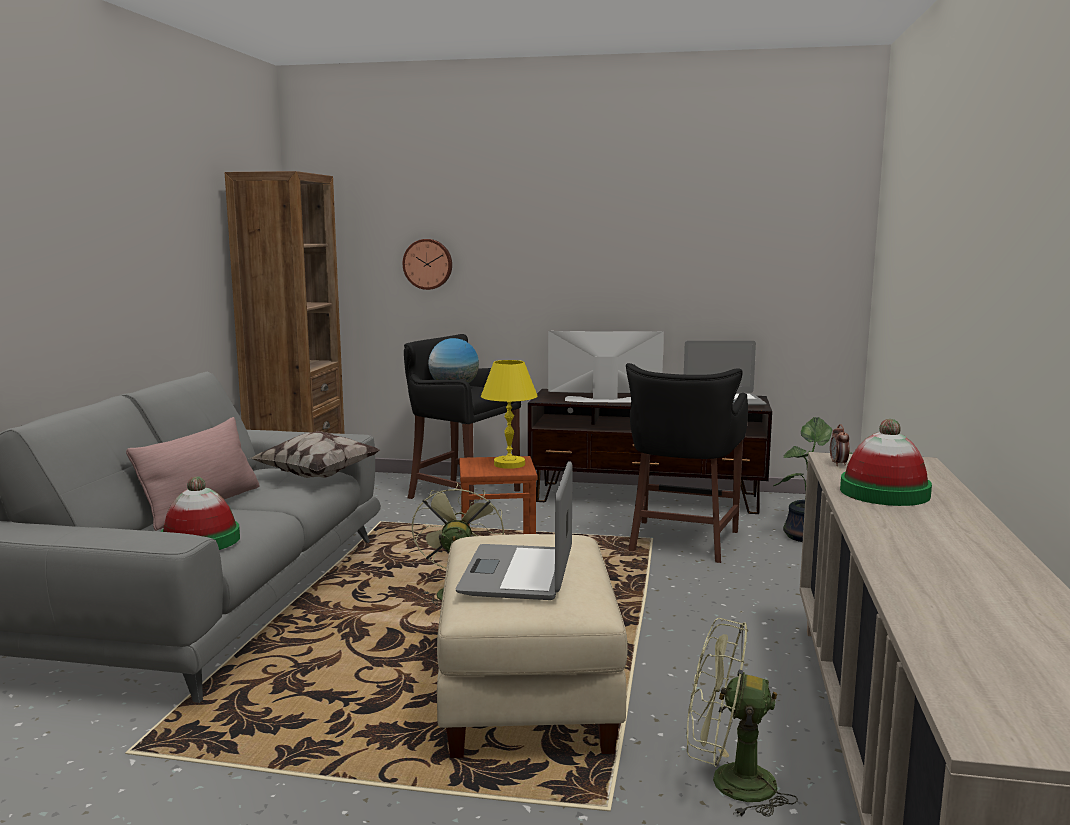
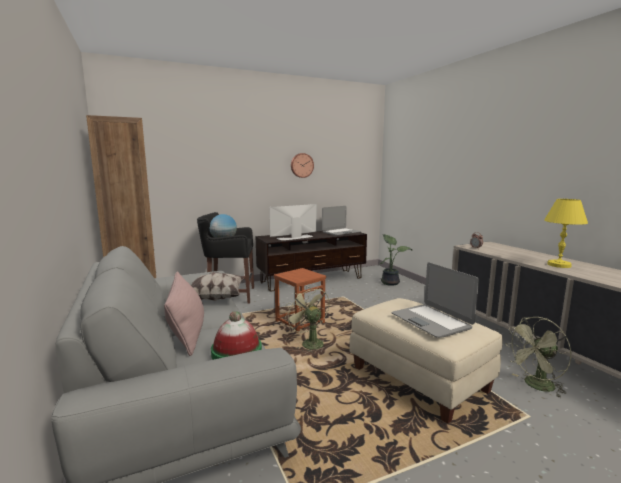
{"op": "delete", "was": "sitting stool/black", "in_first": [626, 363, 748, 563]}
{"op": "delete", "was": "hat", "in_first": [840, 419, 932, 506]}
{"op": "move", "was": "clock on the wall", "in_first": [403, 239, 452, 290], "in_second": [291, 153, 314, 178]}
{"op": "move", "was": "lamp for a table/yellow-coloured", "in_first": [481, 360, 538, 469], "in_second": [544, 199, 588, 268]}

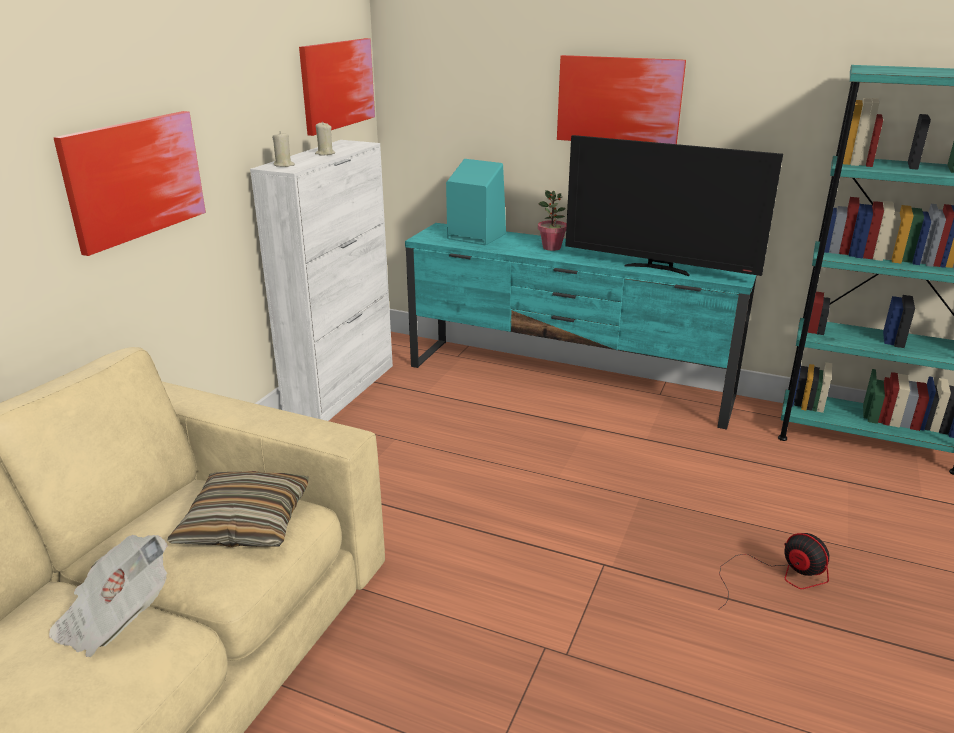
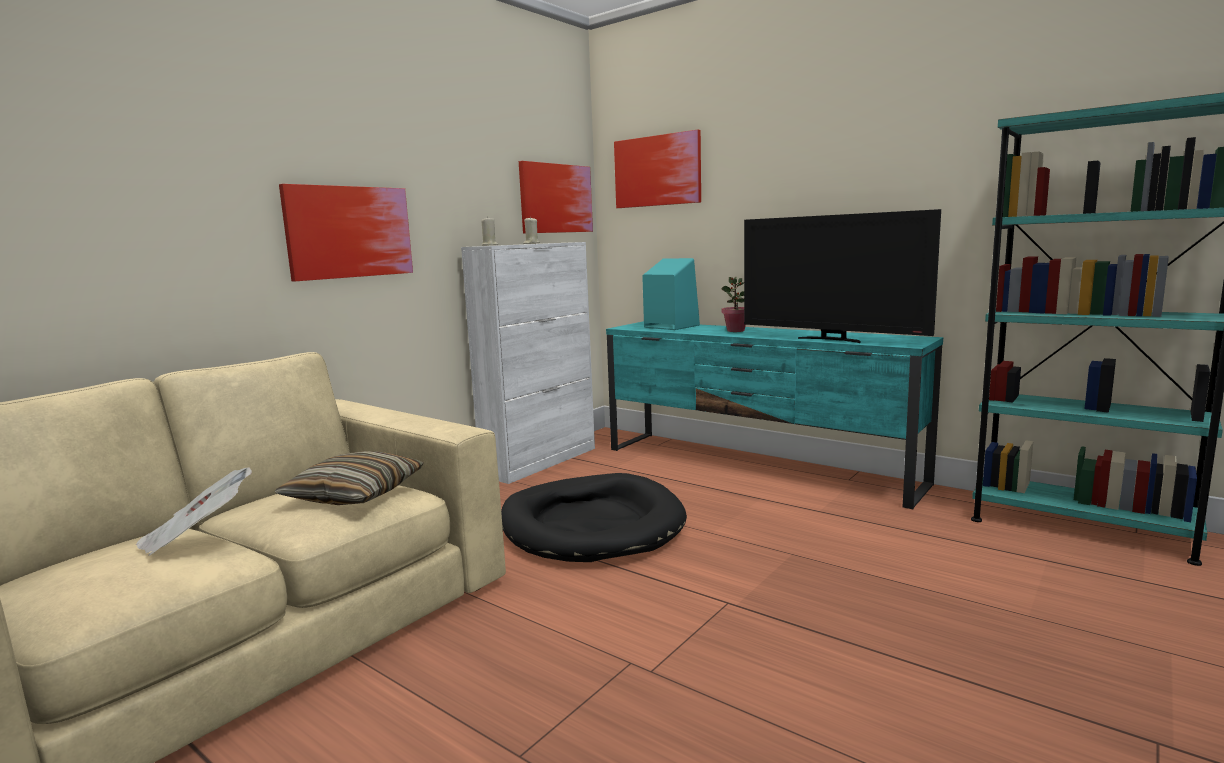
{"op": "delete", "was": "fan", "in_first": [718, 533, 829, 610]}
{"op": "insert", "now": "pet bed/black", "in_second": [501, 473, 687, 562]}
{"op": "move", "was": "picture", "in_first": [557, 55, 686, 144], "in_second": [614, 129, 701, 208]}

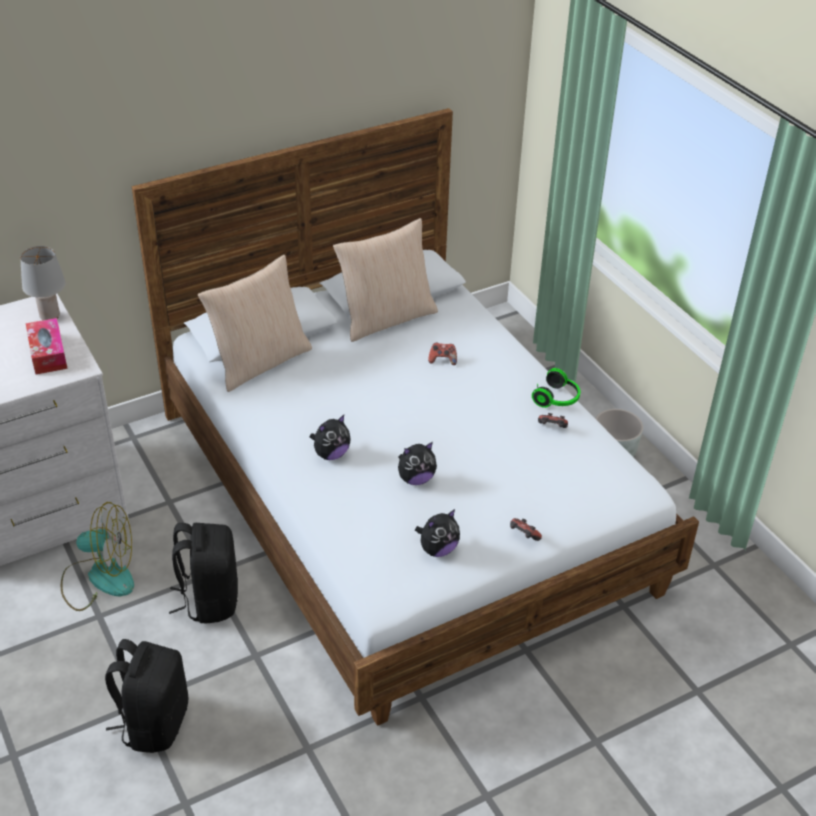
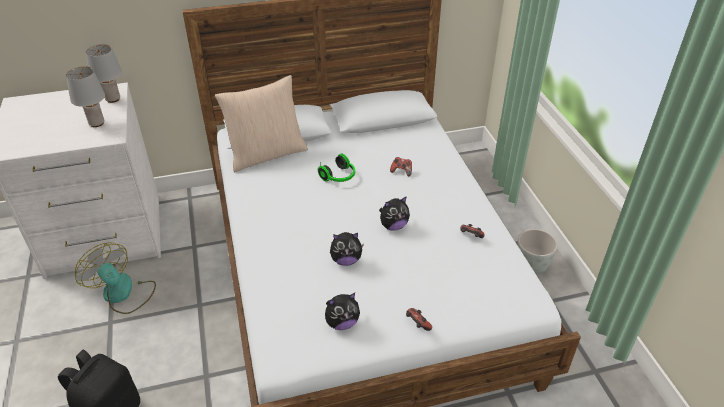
{"op": "delete", "was": "backpack/black", "in_first": [169, 523, 238, 623]}
{"op": "delete", "was": "cushion/sand-coloured", "in_first": [333, 218, 438, 342]}
{"op": "move", "was": "plush toy", "in_first": [310, 415, 351, 460], "in_second": [379, 196, 410, 231]}
{"op": "move", "was": "headphones", "in_first": [532, 368, 580, 408], "in_second": [318, 154, 355, 182]}
{"op": "replace", "was": "tissue holder", "now": "lamp for a table/greyish", "in_first": [26, 318, 68, 375], "in_second": [66, 66, 105, 127]}
{"op": "rotate", "was": "fan", "in_first": [61, 502, 134, 611], "in_second": [75, 242, 156, 314], "clockwise": -150}

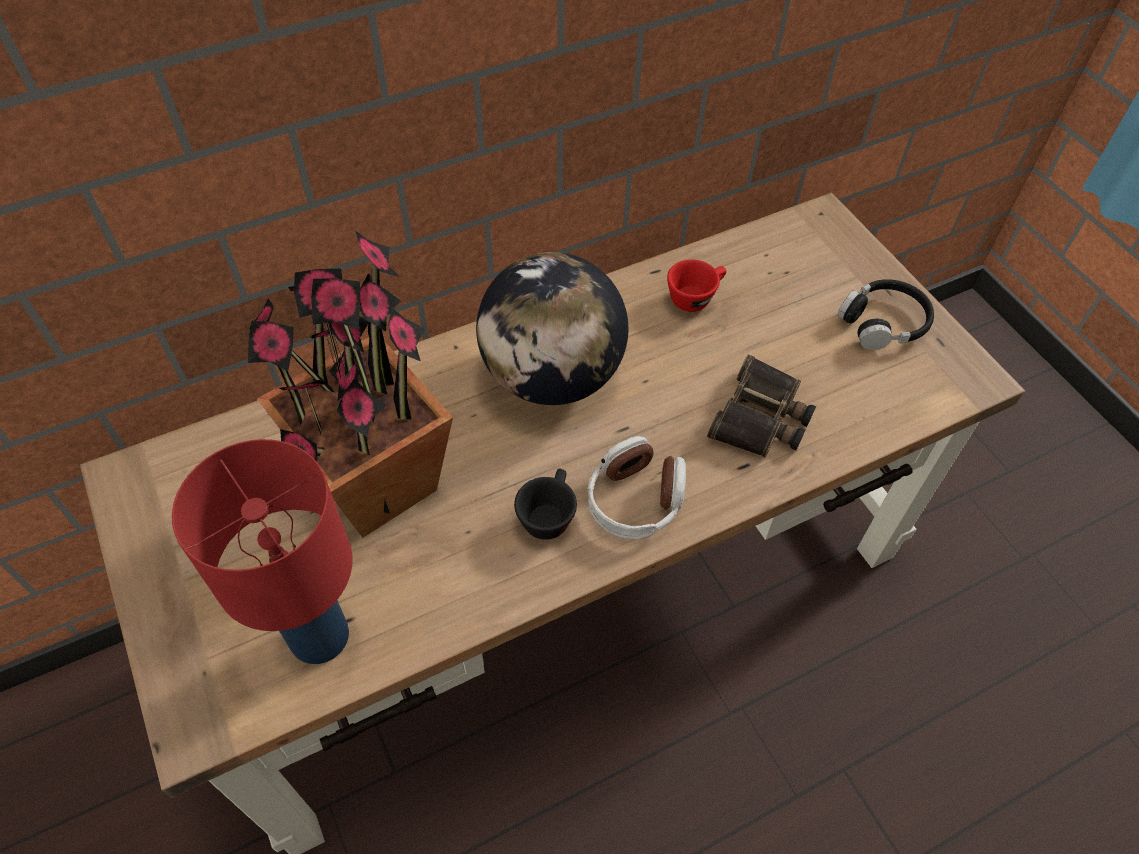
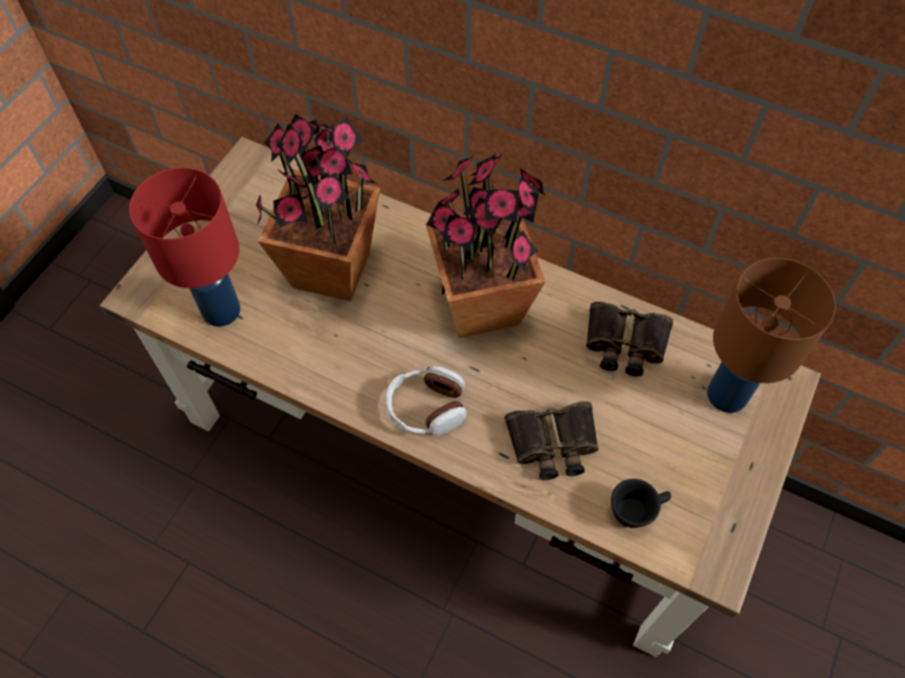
{"op": "delete", "was": "headphones/black", "in_first": [838, 279, 934, 350]}
{"op": "insert", "now": "lamp for a table/brown-coloured", "in_second": [707, 258, 836, 413]}
{"op": "move", "was": "drinking cup/black", "in_first": [514, 469, 577, 540], "in_second": [611, 479, 671, 528]}
{"op": "replace", "was": "world globe", "now": "potted plant", "in_first": [476, 252, 628, 405], "in_second": [425, 154, 546, 338]}
{"op": "replace", "was": "drinking cup/red", "now": "pair of binoculars", "in_first": [667, 259, 727, 312], "in_second": [586, 301, 673, 377]}

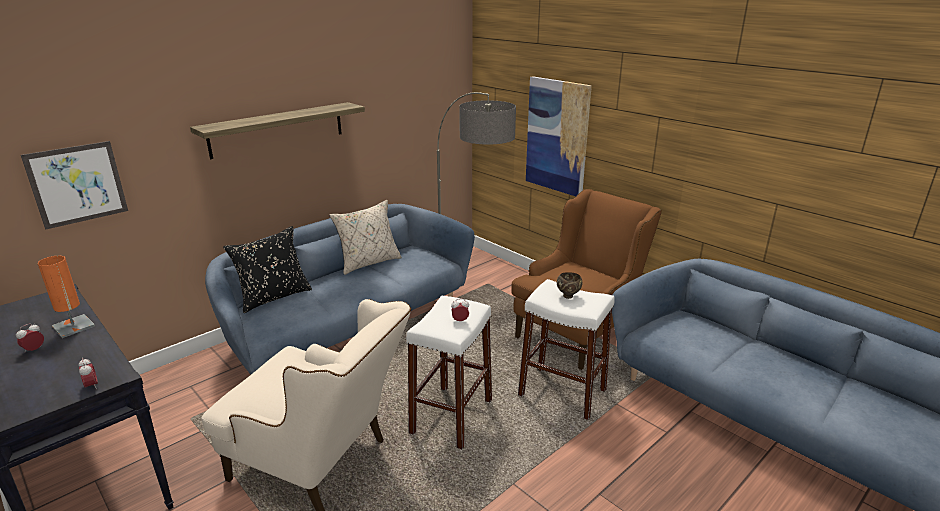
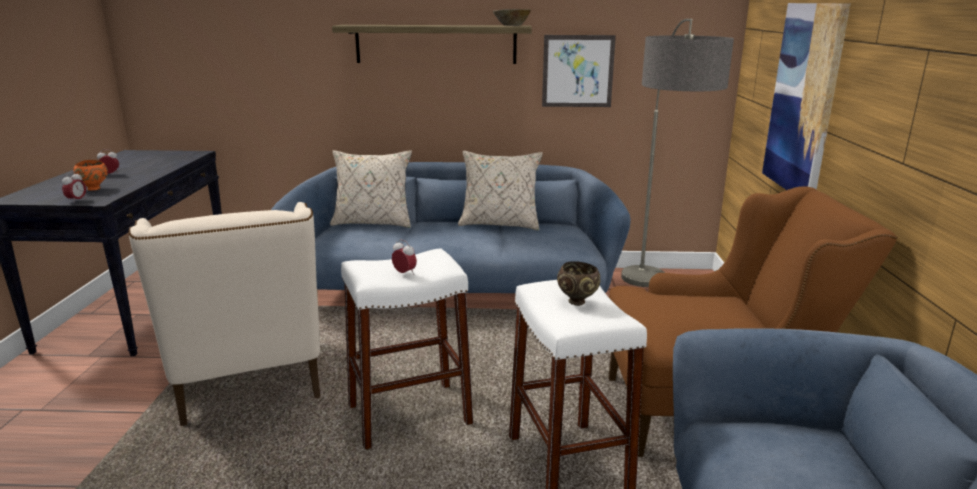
{"op": "delete", "was": "lamp for a table/orange-coloured", "in_first": [38, 256, 95, 338]}
{"op": "insert", "now": "serving bowl/orange-coloured", "in_second": [73, 160, 108, 191]}
{"op": "insert", "now": "serving bowl/sand-coloured", "in_second": [493, 9, 531, 26]}
{"op": "move", "was": "picture", "in_first": [21, 141, 128, 229], "in_second": [542, 35, 616, 107]}
{"op": "recolor", "was": "cushion/black", "now": "cushion/sand-coloured", "in_first": [223, 226, 312, 313], "in_second": [330, 150, 412, 228]}

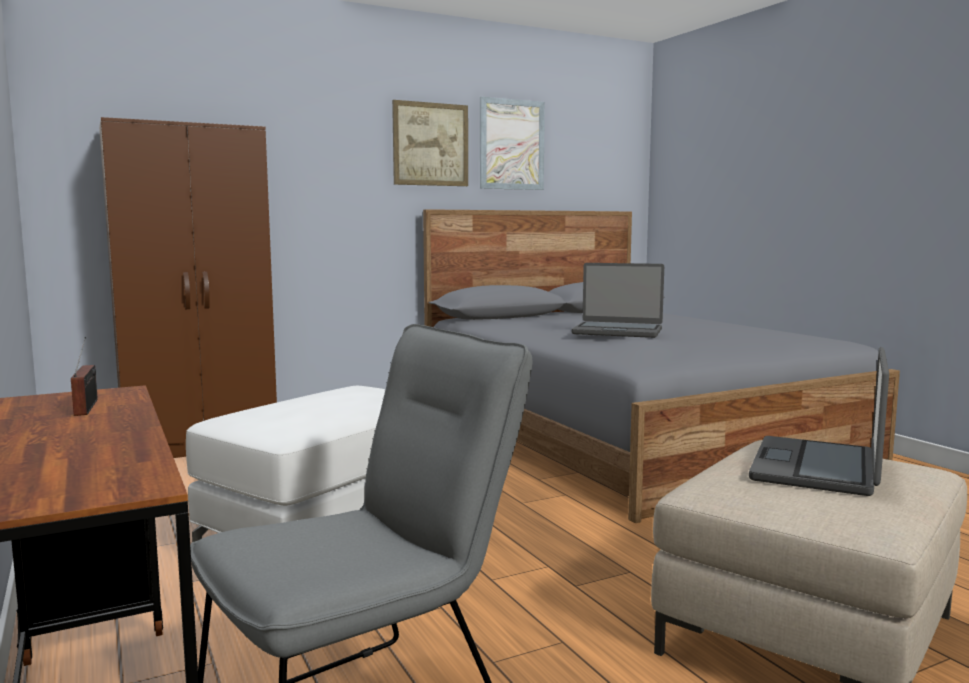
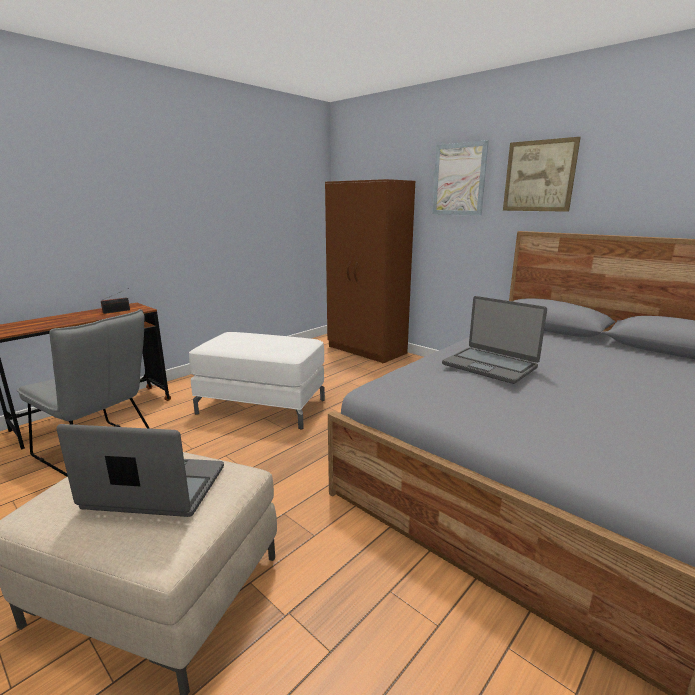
{"op": "move", "was": "picture", "in_first": [480, 97, 545, 190], "in_second": [432, 140, 489, 215]}
{"op": "rotate", "was": "notebook computer", "in_first": [571, 263, 664, 338], "in_second": [442, 296, 547, 384], "clockwise": -45}

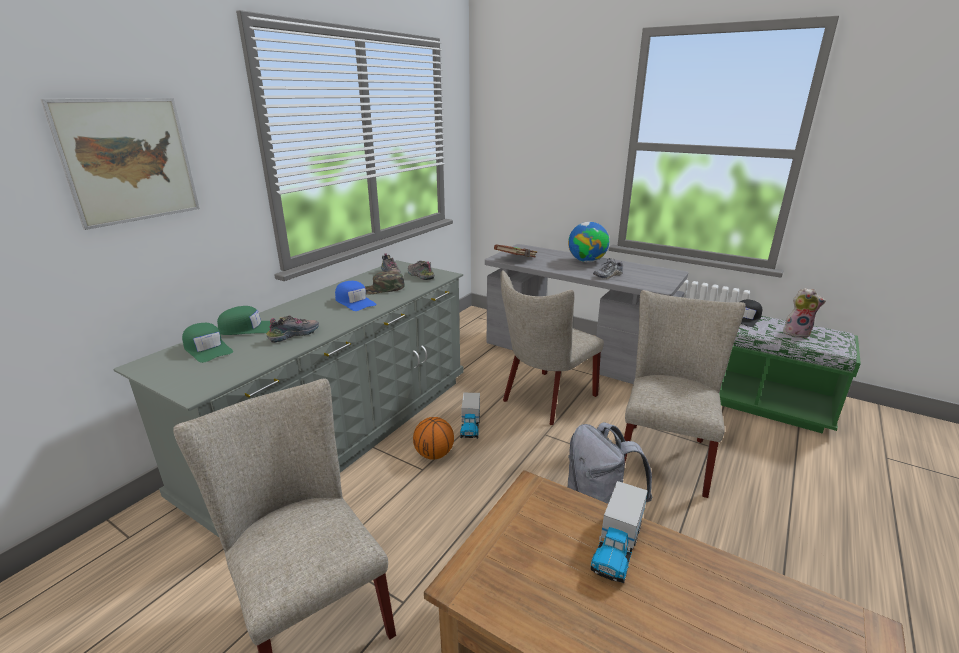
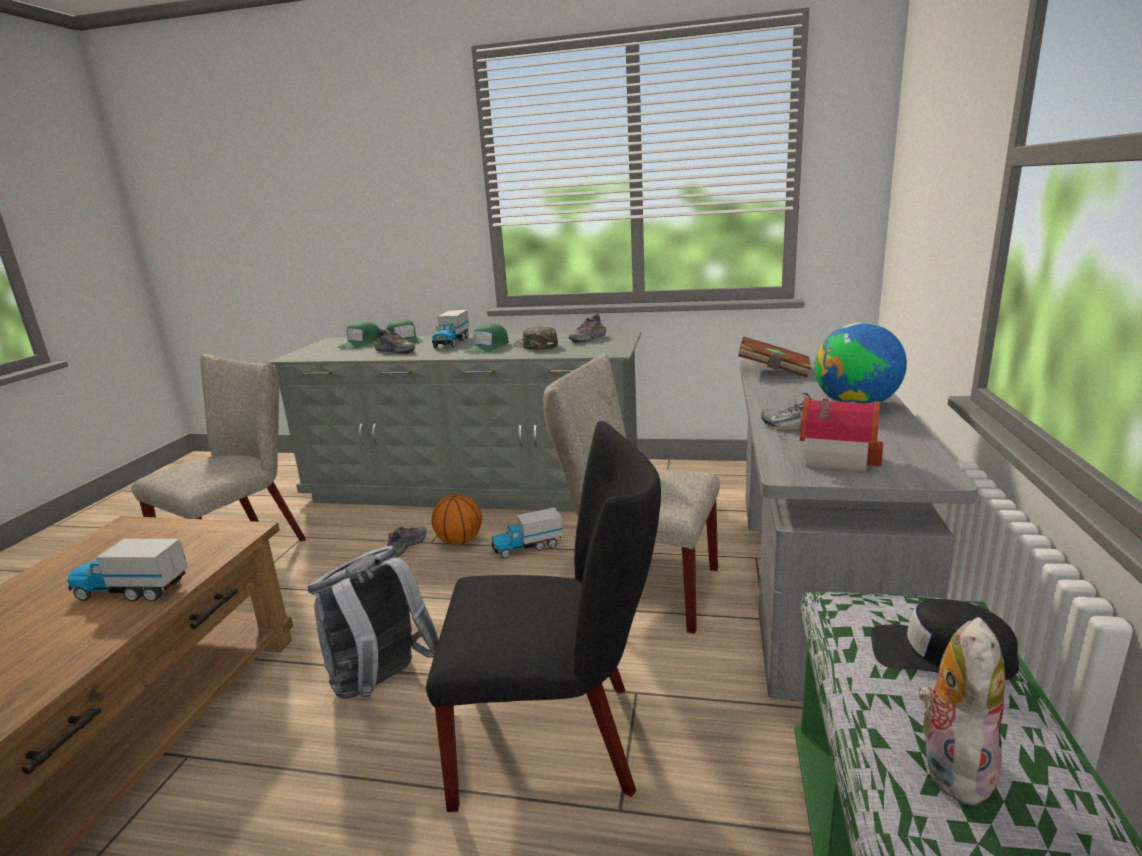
{"op": "delete", "was": "picture", "in_first": [40, 98, 200, 230]}
{"op": "insert", "now": "toy truck", "in_second": [432, 310, 469, 348]}
{"op": "insert", "now": "model house", "in_second": [800, 397, 883, 473]}
{"op": "move", "was": "low shoe", "in_first": [408, 261, 435, 280], "in_second": [387, 526, 427, 557]}
{"op": "recolor", "was": "peaked cap/blue", "now": "peaked cap/greenish", "in_first": [335, 281, 376, 311], "in_second": [464, 324, 509, 353]}
{"op": "recolor", "was": "plain chair/sand-coloured", "now": "plain chair/black", "in_first": [624, 290, 746, 498], "in_second": [426, 421, 661, 812]}
{"op": "rotate", "was": "plush toy", "in_first": [783, 288, 826, 338], "in_second": [918, 617, 1005, 812], "clockwise": -150}

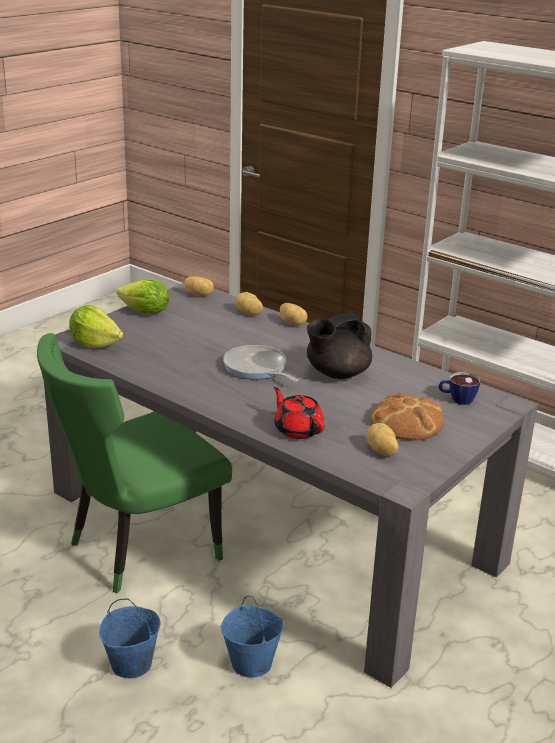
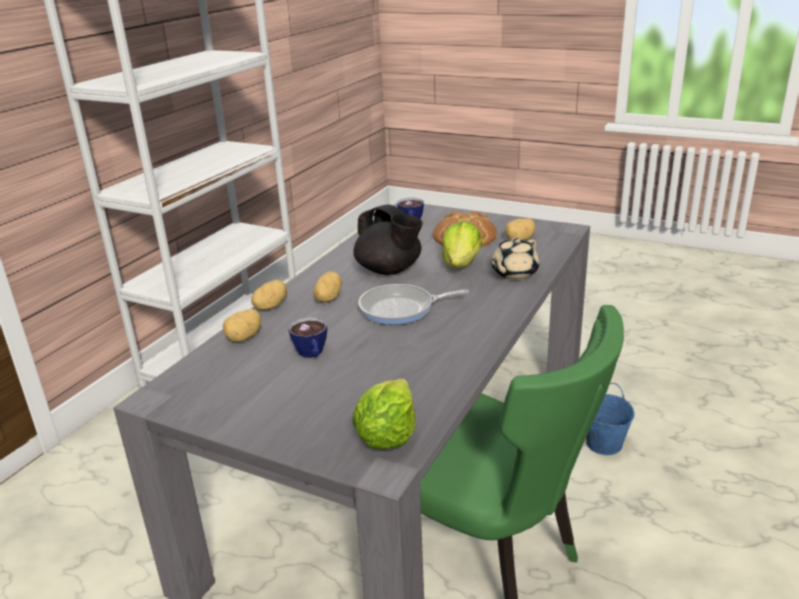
{"op": "delete", "was": "bucket/blue", "in_first": [99, 598, 161, 679]}
{"op": "insert", "now": "drinking cup", "in_second": [288, 317, 327, 358]}
{"op": "move", "was": "lettuce", "in_first": [117, 279, 169, 314], "in_second": [442, 221, 482, 269]}
{"op": "move", "was": "whole potato", "in_first": [184, 276, 214, 296], "in_second": [314, 271, 342, 303]}
{"op": "recolor", "was": "teapot/red", "now": "teapot/sand-coloured", "in_first": [274, 387, 325, 439], "in_second": [491, 238, 539, 280]}
{"op": "rotate", "was": "skillet", "in_first": [223, 345, 298, 382], "in_second": [359, 284, 469, 325], "clockwise": 45}

